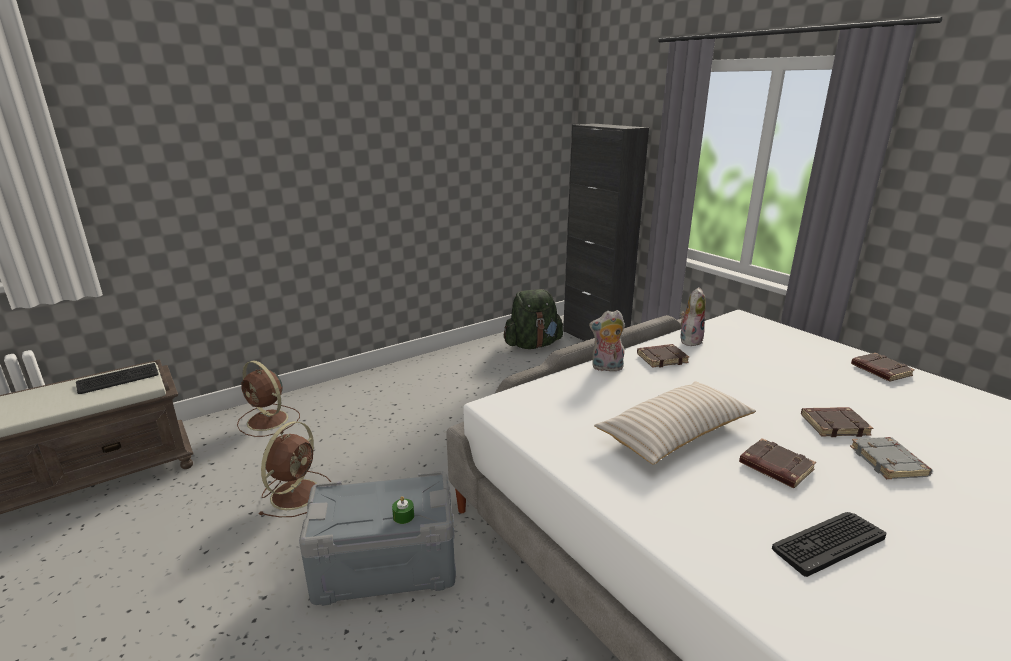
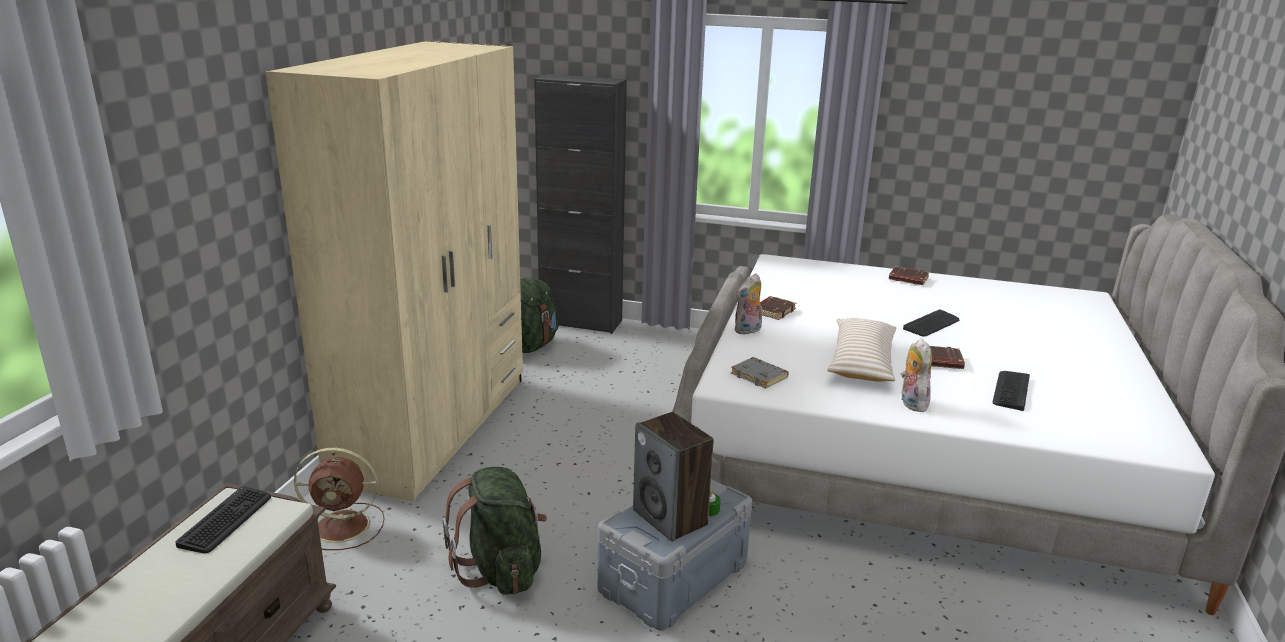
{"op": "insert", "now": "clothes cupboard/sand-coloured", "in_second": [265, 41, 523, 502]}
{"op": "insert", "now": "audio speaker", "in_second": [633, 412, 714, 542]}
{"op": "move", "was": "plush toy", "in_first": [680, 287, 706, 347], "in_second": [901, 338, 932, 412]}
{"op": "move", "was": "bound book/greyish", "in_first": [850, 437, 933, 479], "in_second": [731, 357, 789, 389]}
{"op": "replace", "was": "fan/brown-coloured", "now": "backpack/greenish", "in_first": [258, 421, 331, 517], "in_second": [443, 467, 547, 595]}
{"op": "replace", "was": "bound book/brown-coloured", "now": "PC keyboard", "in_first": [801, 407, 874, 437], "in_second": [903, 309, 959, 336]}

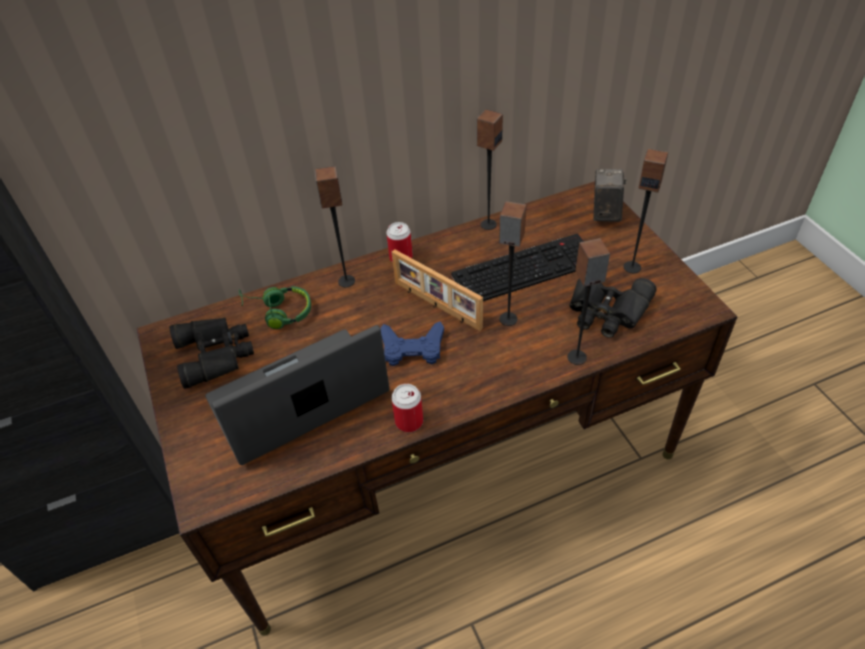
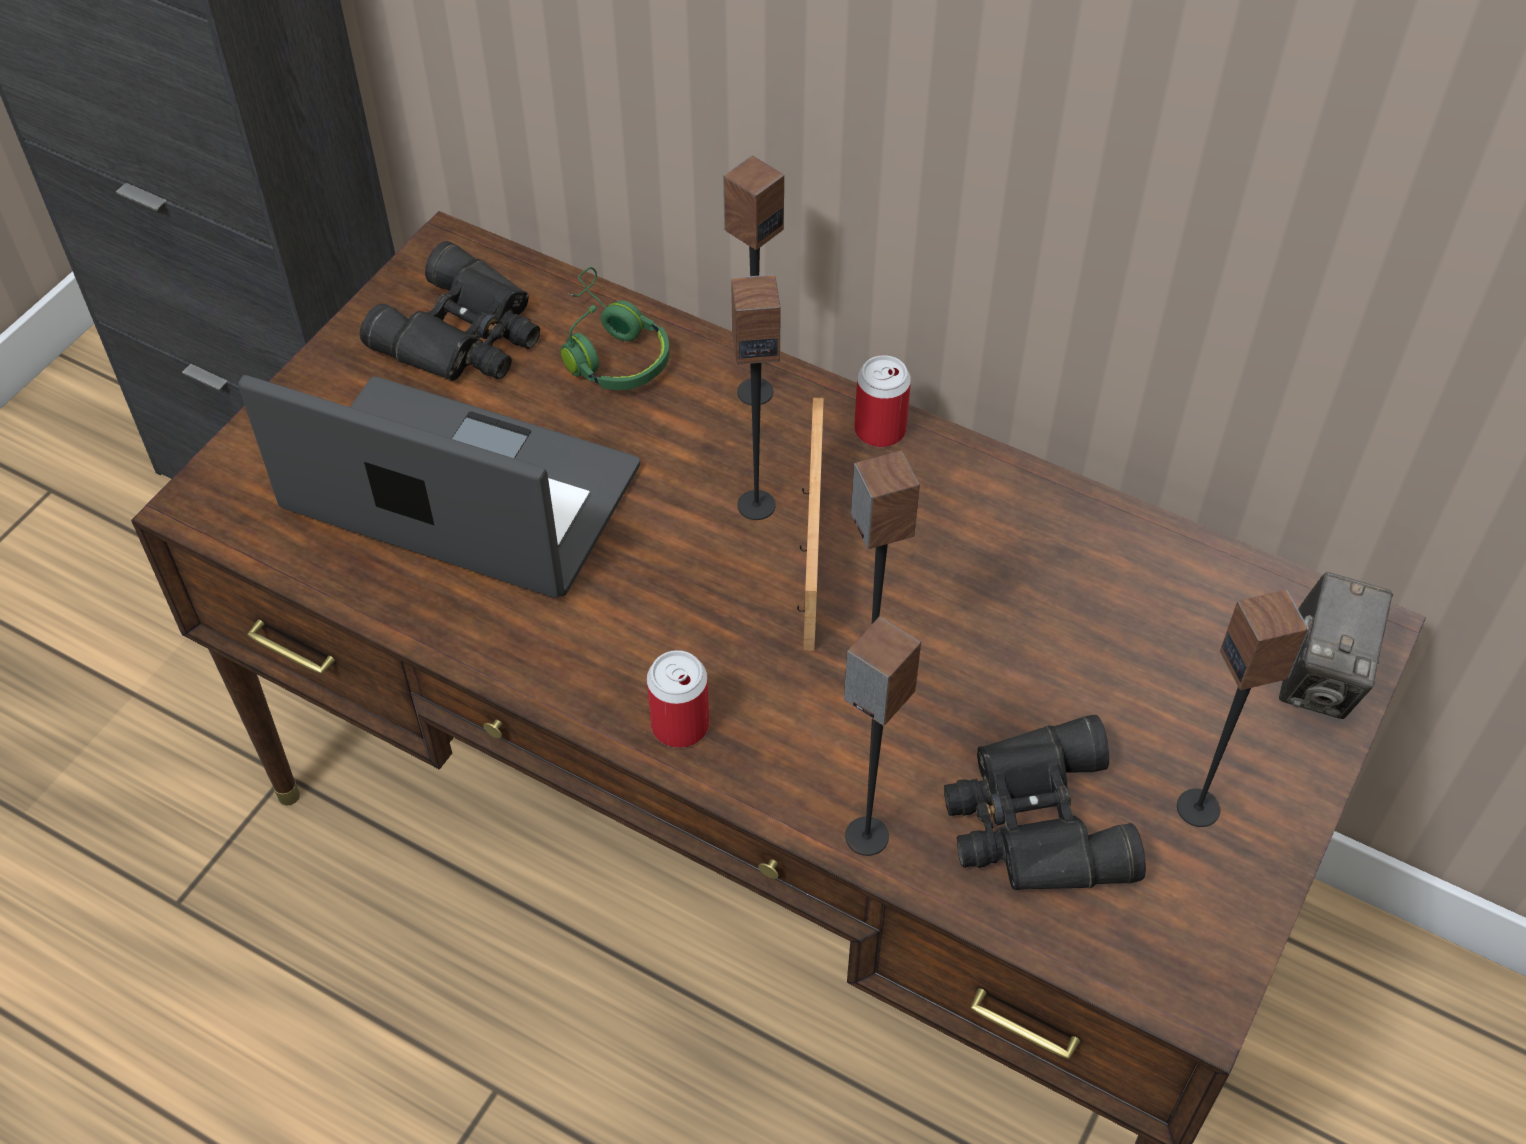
{"op": "delete", "was": "gamepad/blue", "in_first": [381, 321, 444, 366]}
{"op": "delete", "was": "PC keyboard", "in_first": [451, 233, 584, 301]}
{"op": "move", "was": "metal can", "in_first": [391, 384, 423, 432], "in_second": [647, 650, 709, 748]}
{"op": "move", "was": "audio speaker", "in_first": [477, 109, 503, 230], "in_second": [731, 274, 781, 520]}
{"op": "rotate", "was": "still camera", "in_first": [593, 169, 626, 222], "in_second": [1279, 572, 1393, 719], "clockwise": 135}

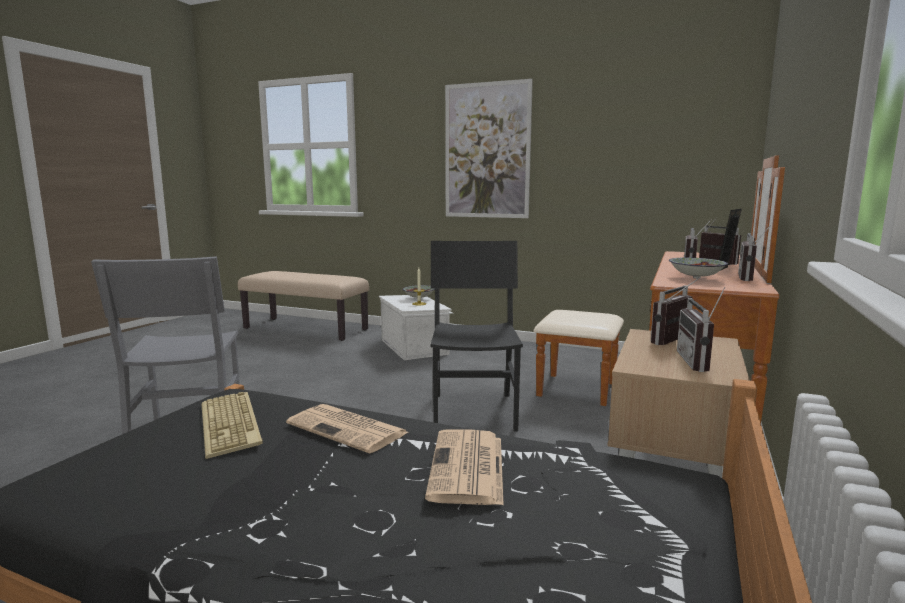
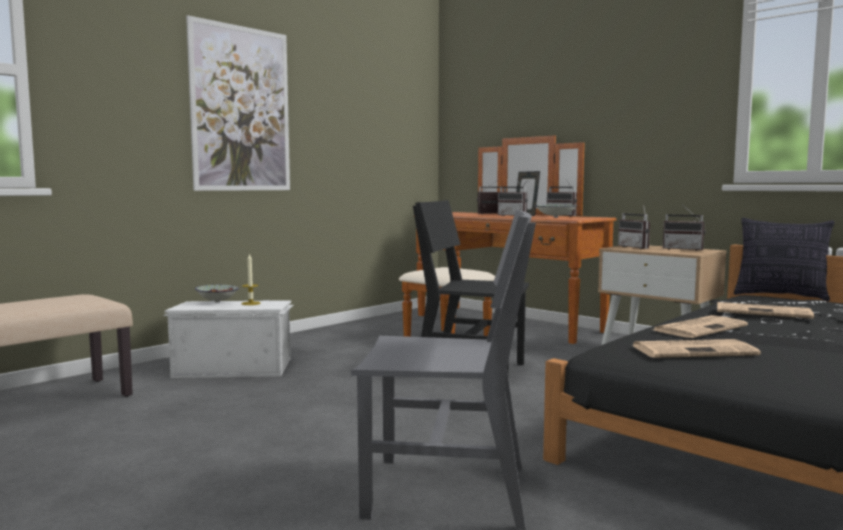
{"op": "insert", "now": "cushion", "in_second": [734, 218, 834, 301]}
{"op": "replace", "was": "PC keyboard", "now": "printed paper", "in_first": [202, 392, 263, 459], "in_second": [631, 339, 761, 358]}

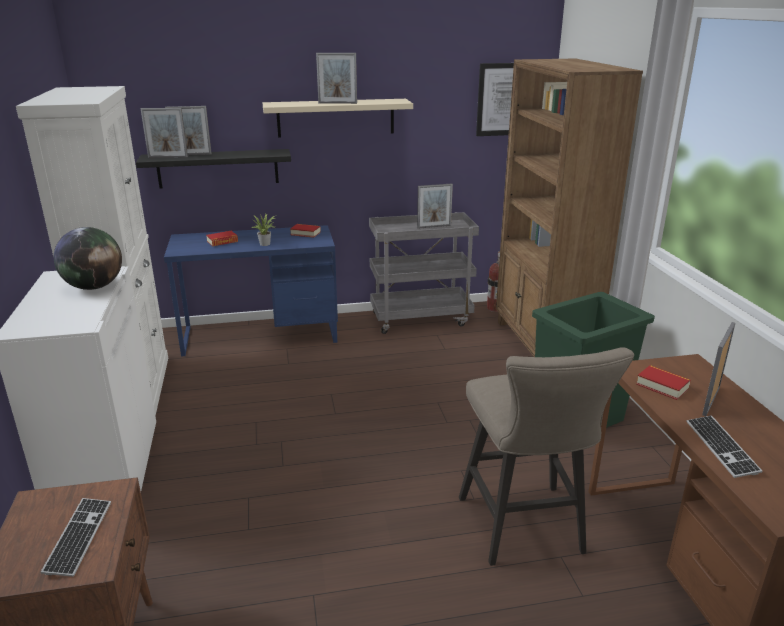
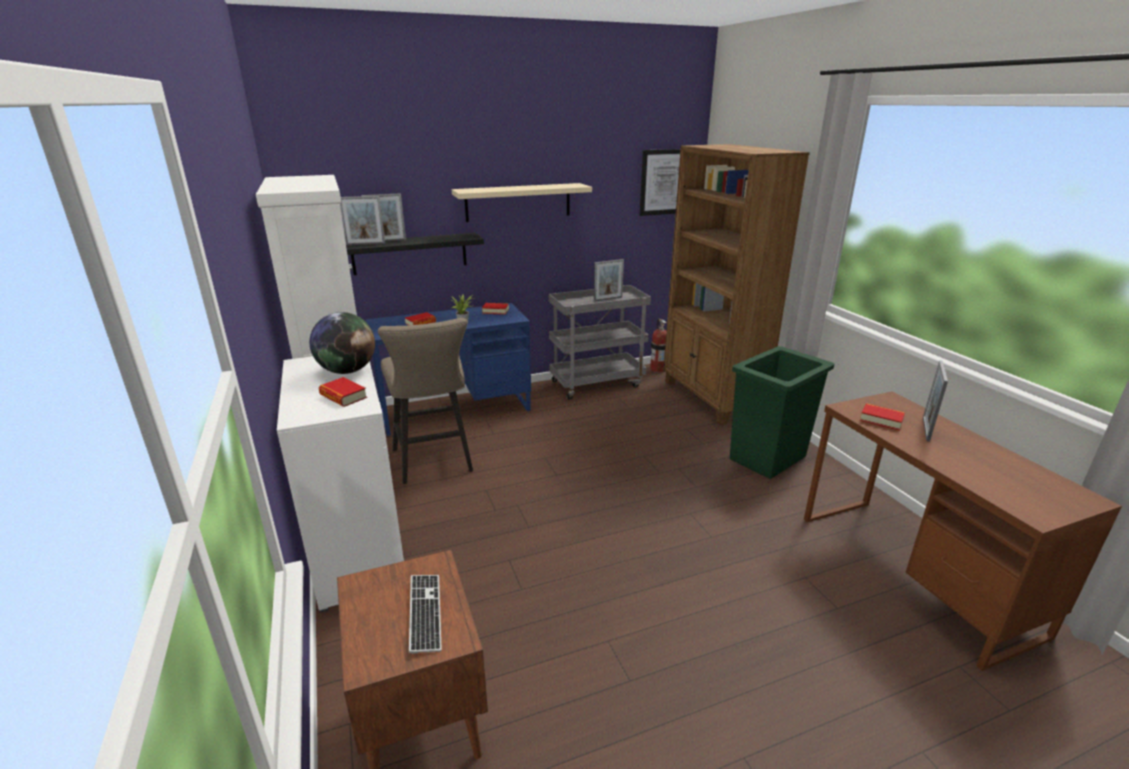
{"op": "delete", "was": "photo frame", "in_first": [316, 53, 357, 104]}
{"op": "delete", "was": "PC keyboard", "in_first": [687, 416, 762, 478]}
{"op": "insert", "now": "bound book", "in_second": [319, 377, 367, 407]}
{"op": "move", "was": "sitting stool/sand-coloured", "in_first": [459, 347, 634, 566], "in_second": [378, 318, 473, 484]}

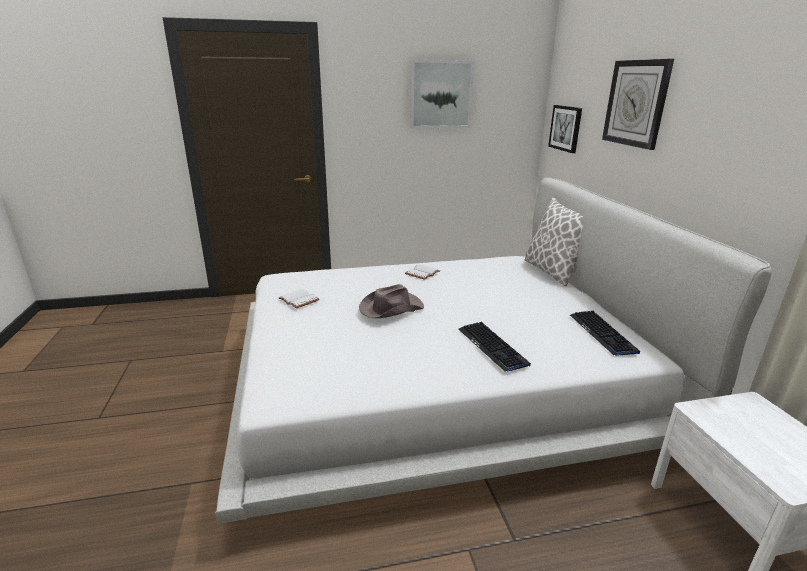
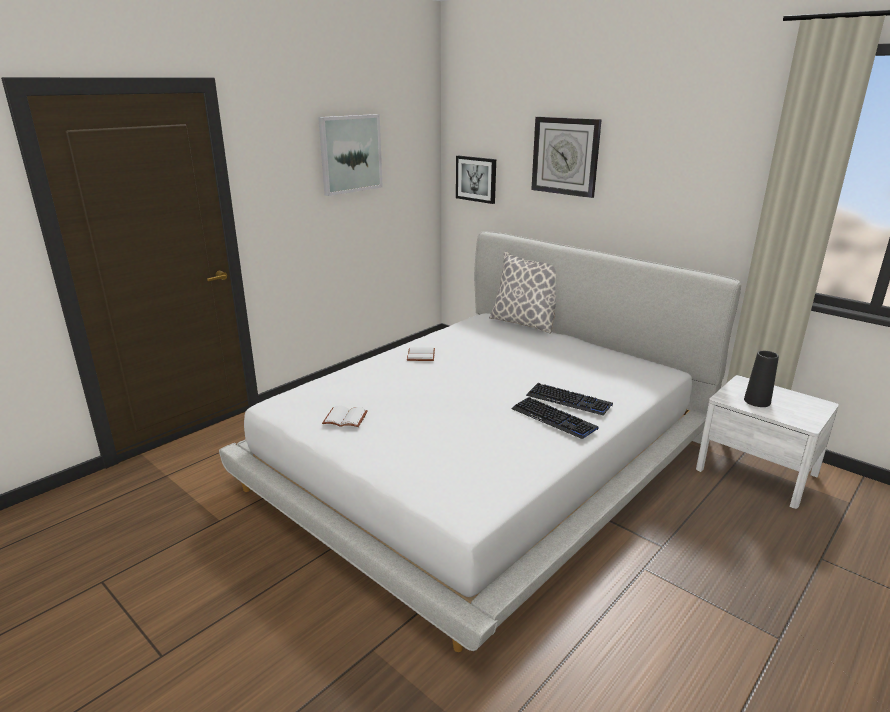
{"op": "delete", "was": "hat/brown-coloured", "in_first": [359, 284, 424, 318]}
{"op": "insert", "now": "vase/black", "in_second": [744, 351, 779, 407]}
{"op": "move", "was": "PC keyboard", "in_first": [570, 311, 640, 356], "in_second": [511, 397, 599, 439]}

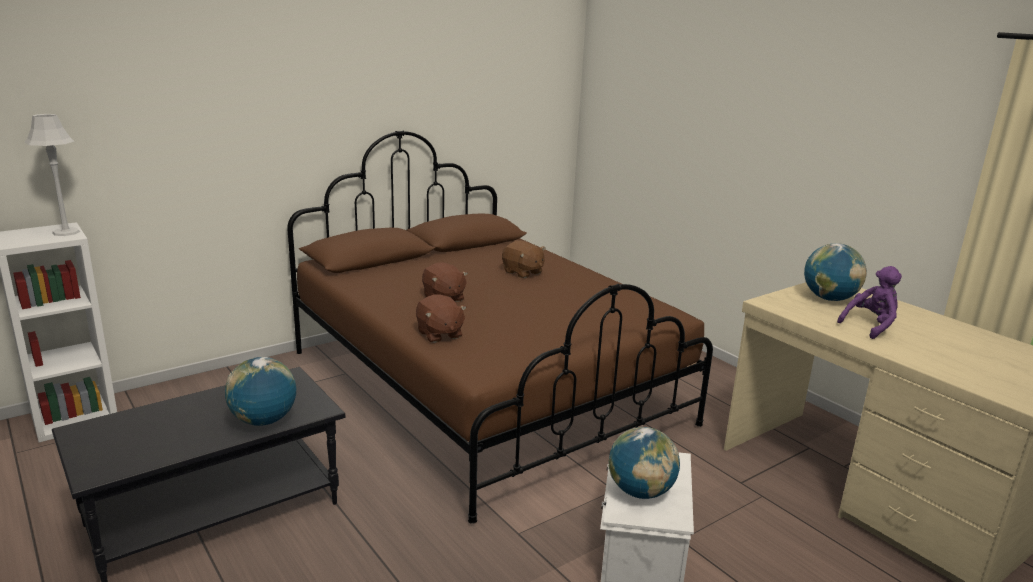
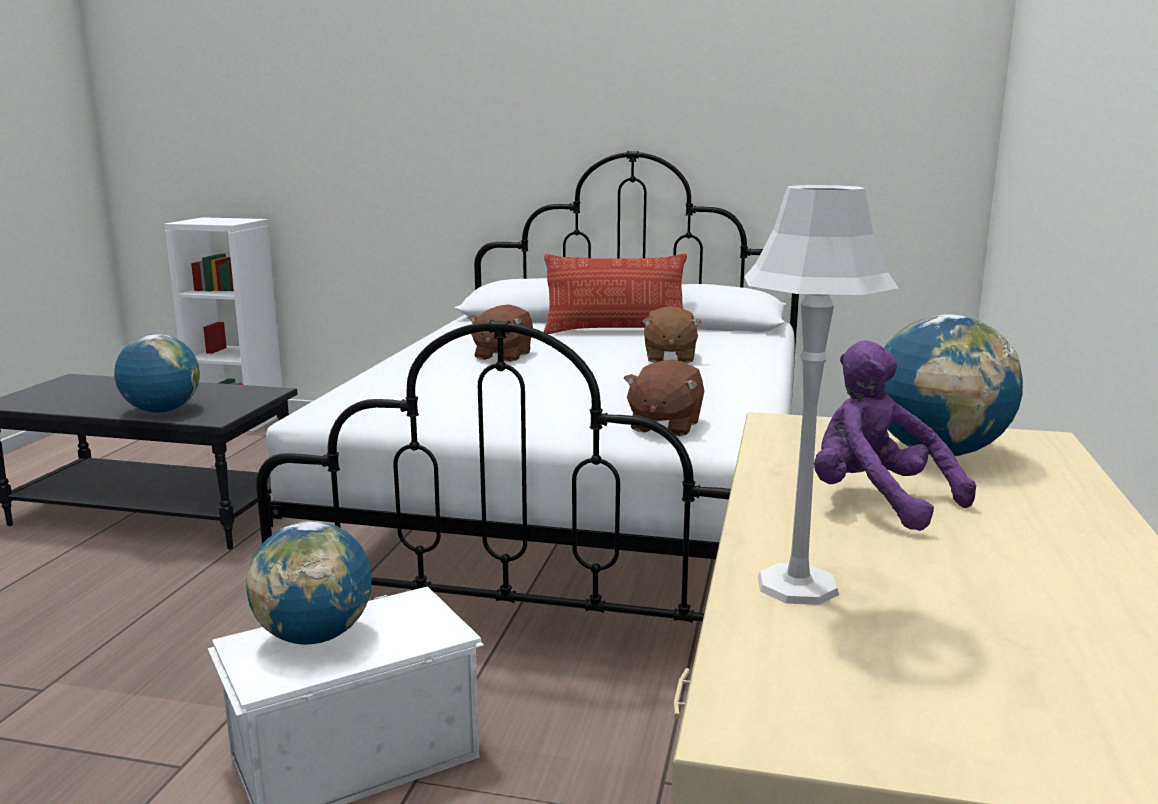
{"op": "insert", "now": "cushion", "in_second": [543, 254, 687, 334]}
{"op": "move", "was": "lamp for a table/greyish", "in_first": [24, 114, 80, 236], "in_second": [744, 185, 899, 605]}
{"op": "move", "was": "plush toy/brown-coloured", "in_first": [416, 294, 467, 343], "in_second": [623, 359, 704, 436]}
{"op": "recolor", "was": "bedroom bed/brown-coloured", "now": "bedroom bed/whitish", "in_first": [287, 130, 713, 524], "in_second": [256, 151, 799, 623]}
{"op": "rotate", "was": "plush toy/purple-coloured", "in_first": [837, 266, 902, 339], "in_second": [814, 340, 976, 531], "clockwise": -150}

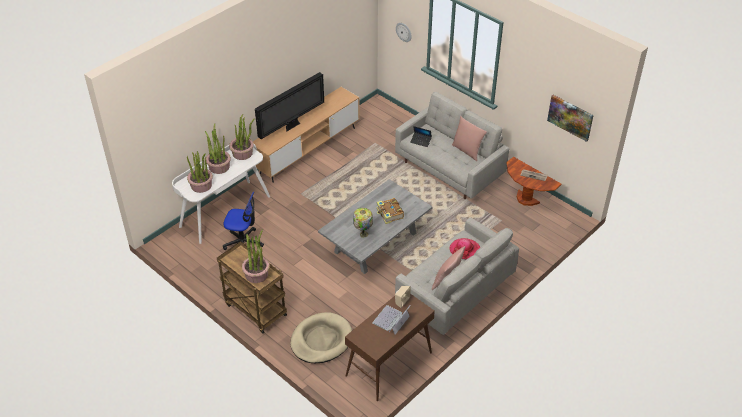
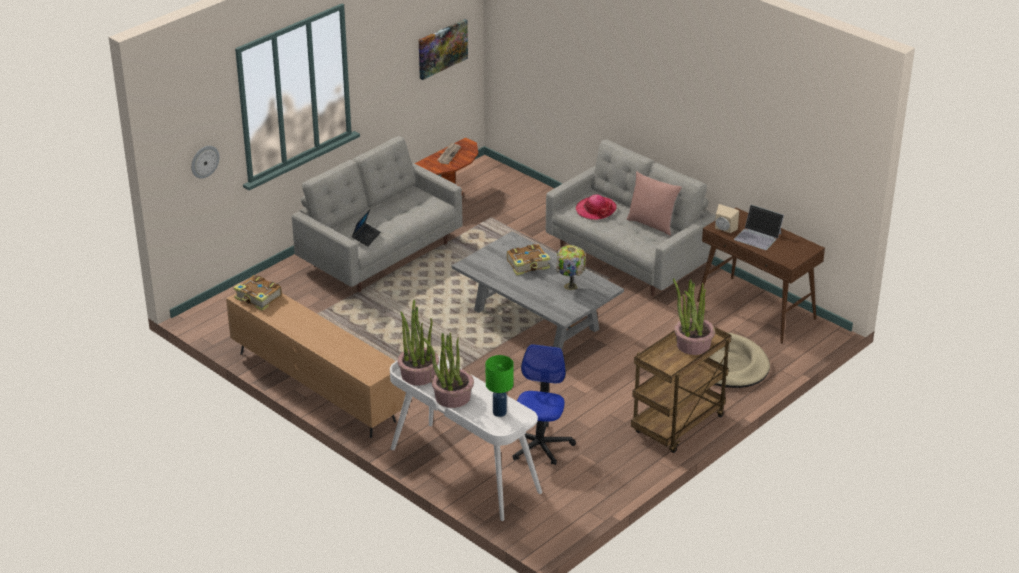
{"op": "delete", "was": "TV", "in_first": [255, 72, 324, 139]}
{"op": "delete", "was": "cushion/pinkish", "in_first": [452, 116, 487, 161]}
{"op": "insert", "now": "bound book", "in_second": [233, 275, 282, 311]}
{"op": "replace", "was": "potted plant", "now": "lamp for a table/greenish", "in_first": [187, 151, 213, 193], "in_second": [486, 355, 514, 417]}

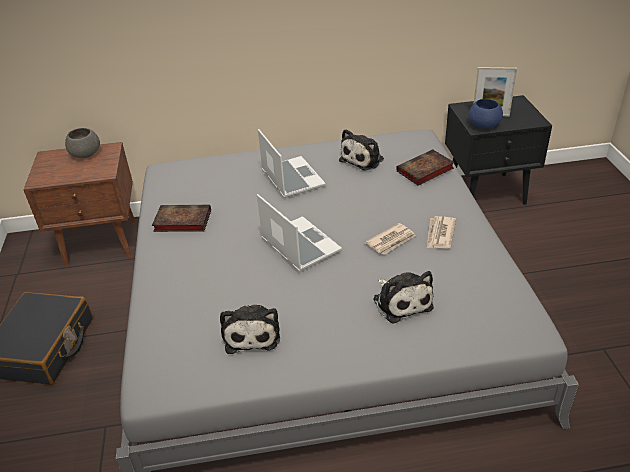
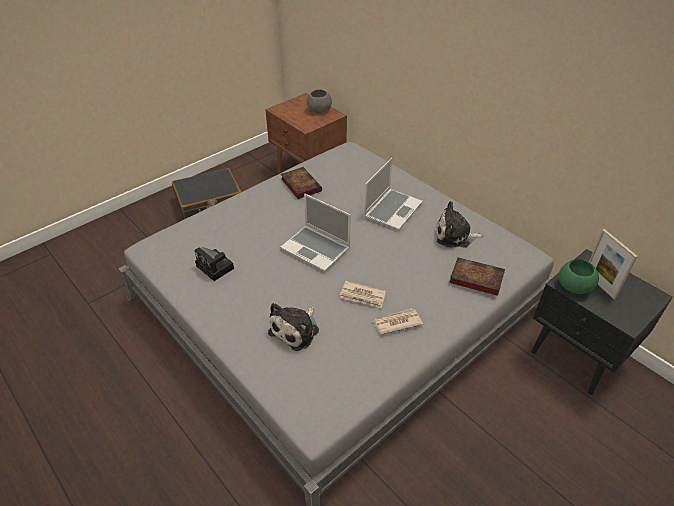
{"op": "replace", "was": "plush toy", "now": "still camera", "in_first": [220, 305, 280, 354], "in_second": [194, 247, 234, 281]}
{"op": "recolor", "was": "serving bowl/blue", "now": "serving bowl/greenish", "in_first": [469, 99, 503, 129], "in_second": [558, 259, 599, 294]}
{"op": "rotate", "was": "notebook computer", "in_first": [257, 194, 342, 272], "in_second": [280, 194, 351, 272], "clockwise": 105}

